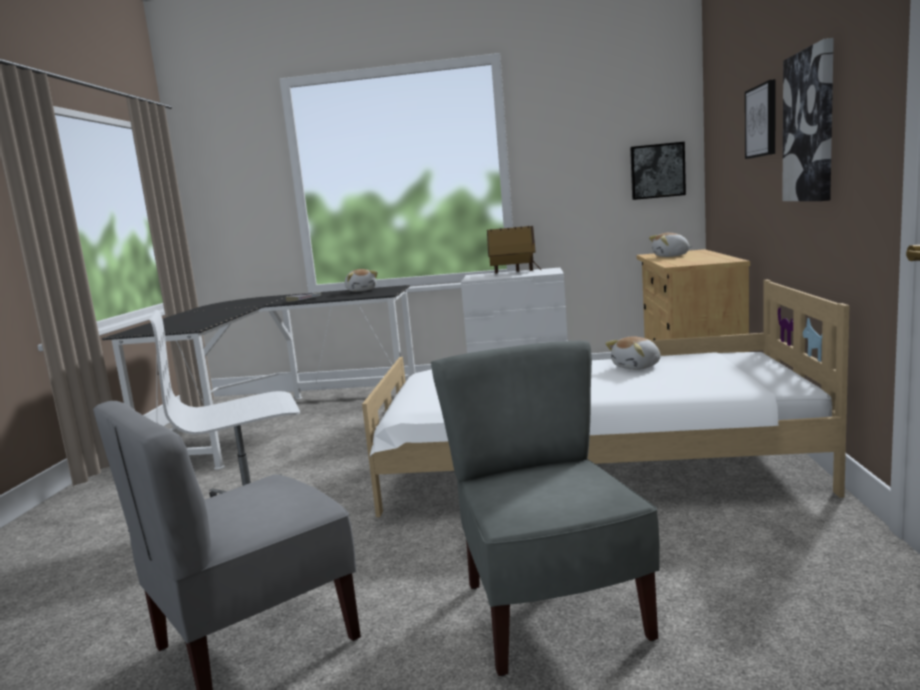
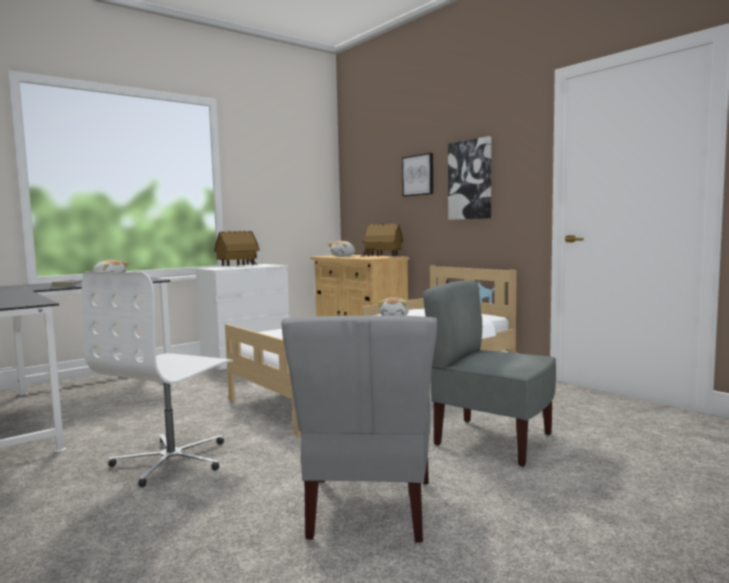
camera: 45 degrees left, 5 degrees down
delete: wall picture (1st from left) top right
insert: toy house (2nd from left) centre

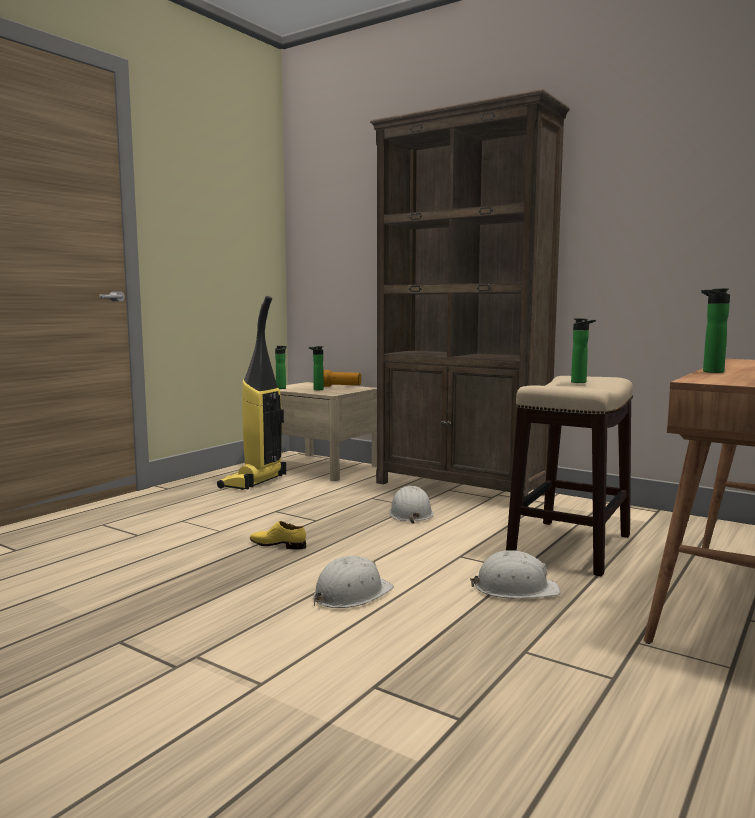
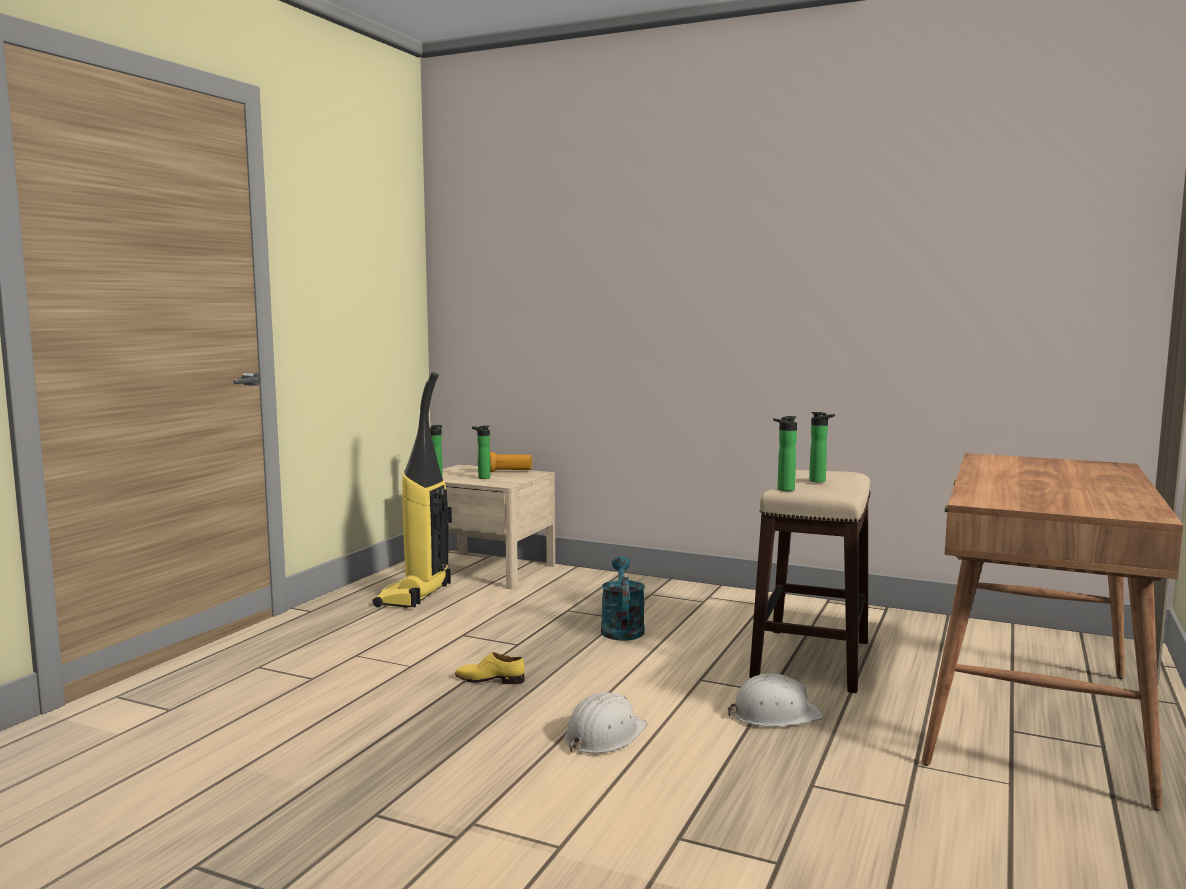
camera: 10 degrees left, 0 degrees up
delete: brown bookcase centre
move: beverage bottle (4th from left in the first image) middle right to beverage bottle (3rd from left) centre
replace: white-coloured hard hat (2nd from left) centre to turquoise-coloured watering can bottom centre

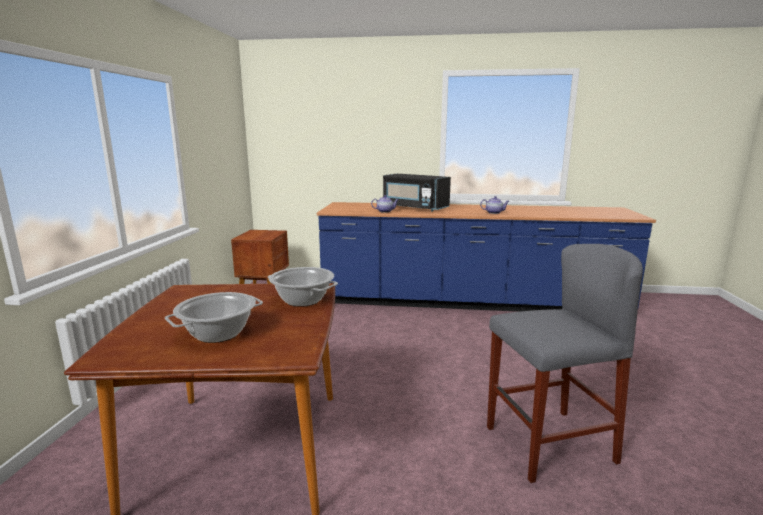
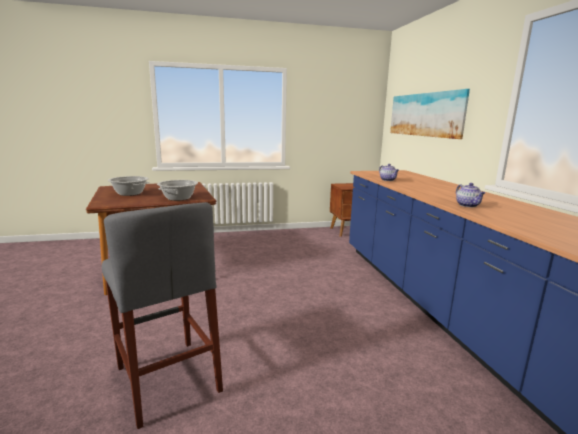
camera: 70 degrees right, 0 degrees up
delete: black-coloured kitchen microwave centre
insert: wall picture top right

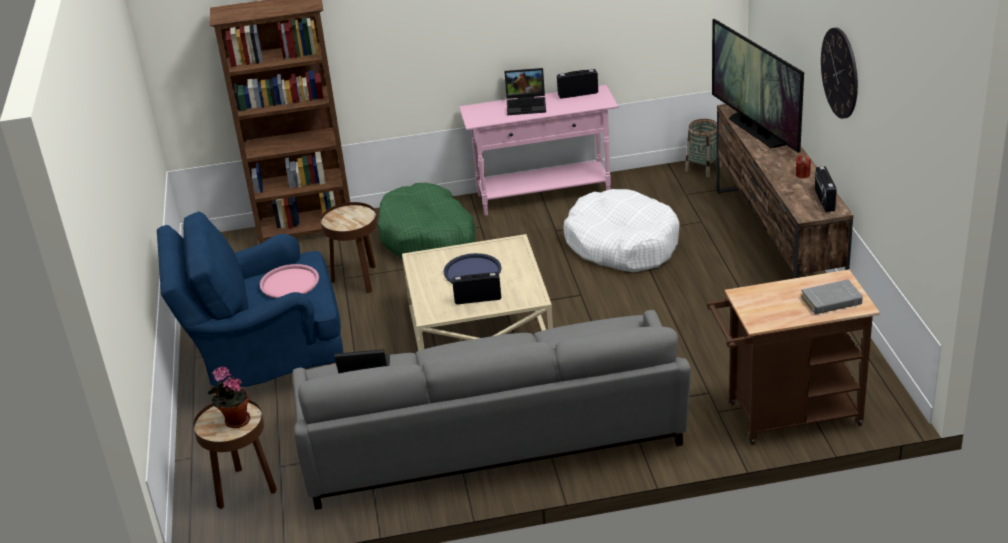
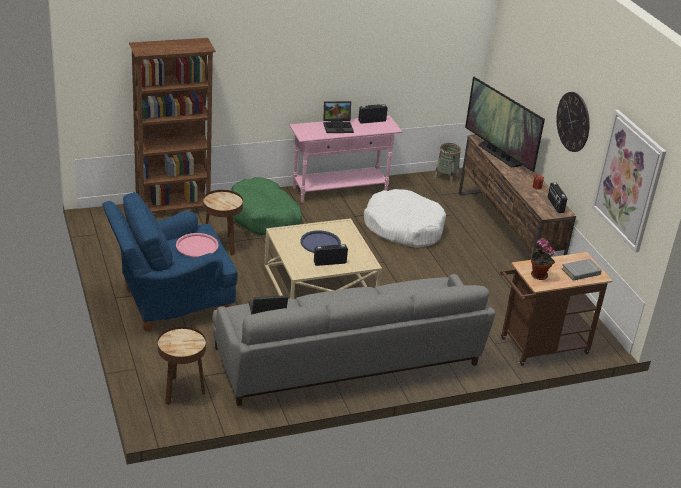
camera: 15 degrees left, 0 degrees up
insert: wall picture middle right
move: plant in a pot bottom left to middle right

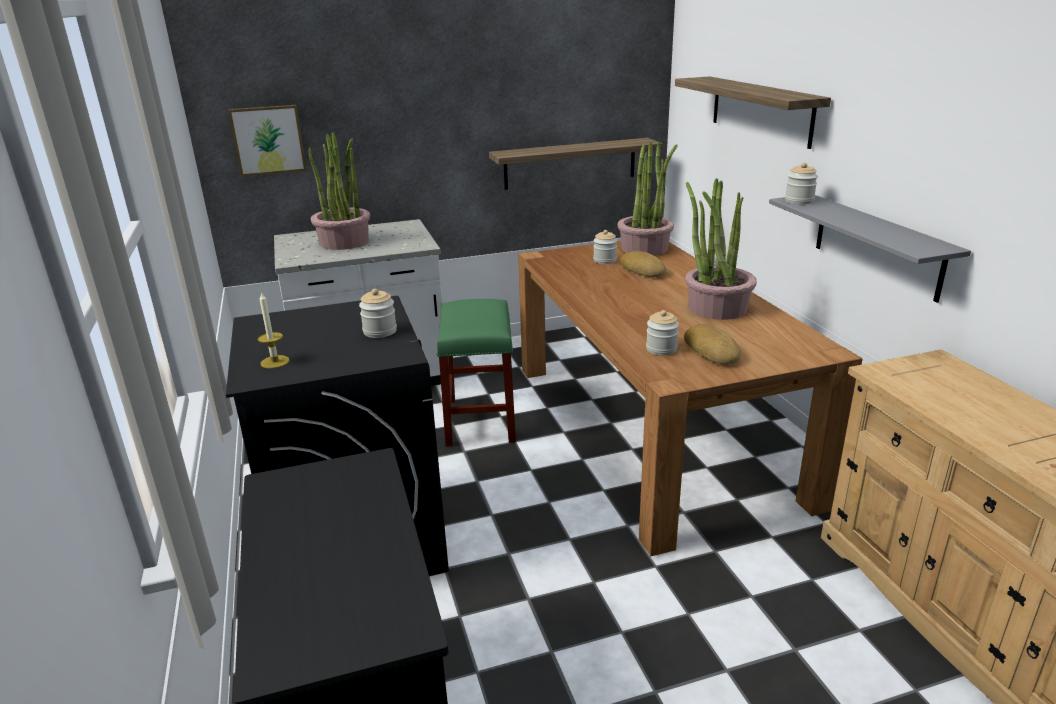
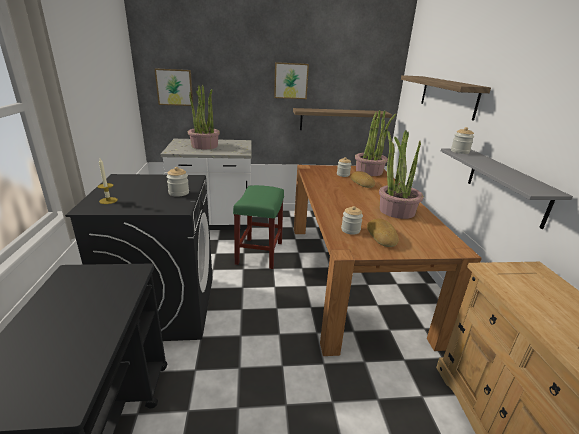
camera: 10 degrees right, 0 degrees up
insert: wall picture (2nd from left) top centre

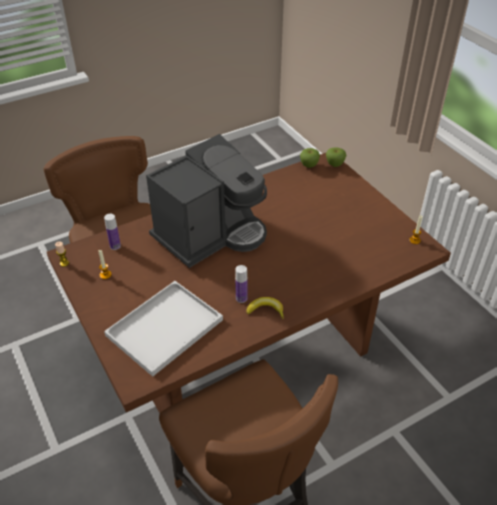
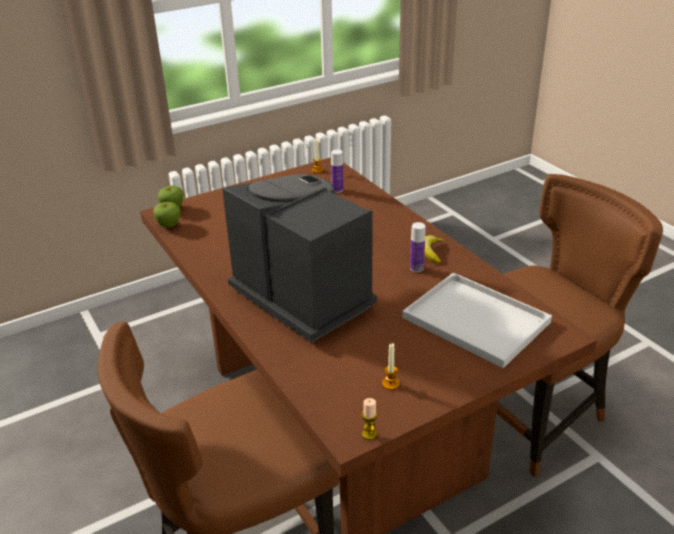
camera: 90 degrees left, 10 degrees down
move: beverage bottle (1st from left) middle left to top centre

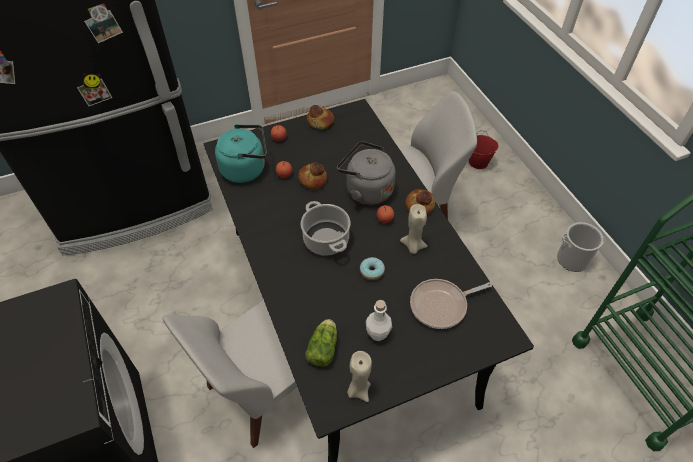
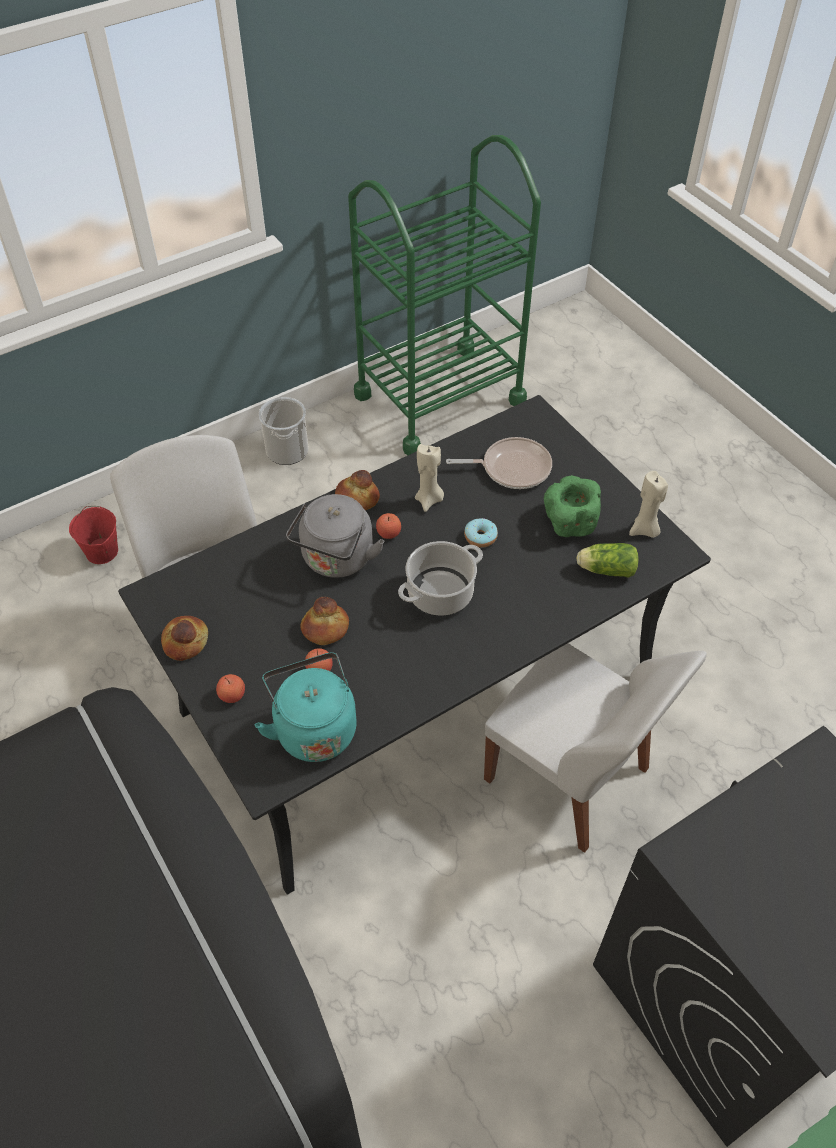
camera: 100 degrees left, 0 degrees up
replace: white-coloured beverage bottle bottom centre to greenish deep dish middle right
rotate: frying pan centre = centre 60 degrees counterclockwise

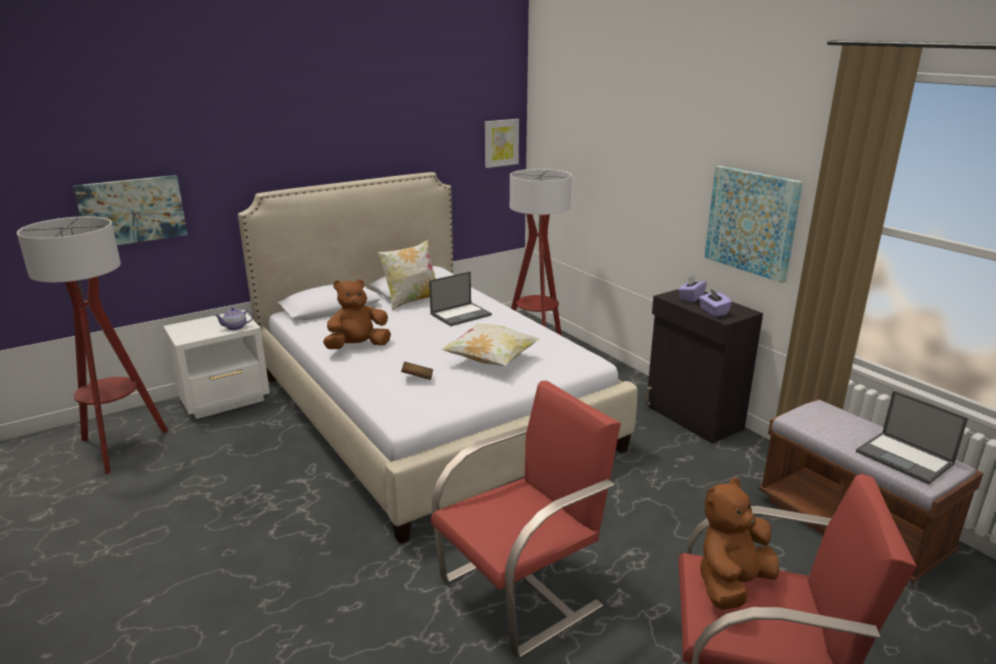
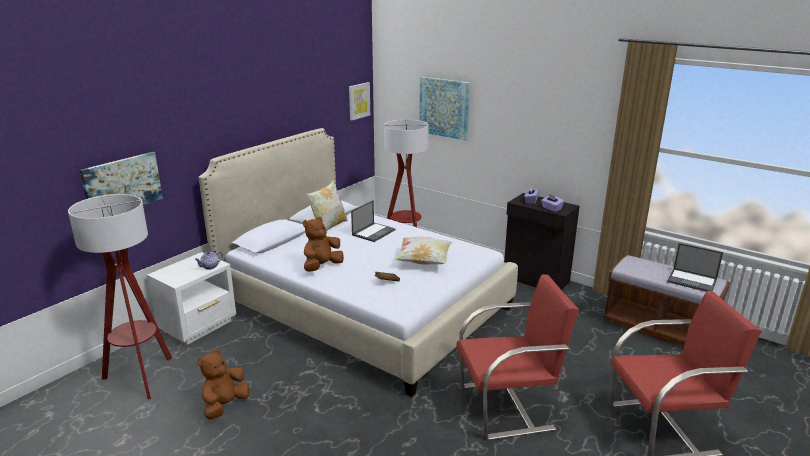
camera: 20 degrees left, 0 degrees up
move: wall picture (3rd from left) middle right to top centre; brown cuddly toy (2nd from left in the first image) bottom right to brown cuddly toy (1st from left) bottom left
rotate: reddish armchair (1st from left) bottom centre = bottom centre 45 degrees clockwise

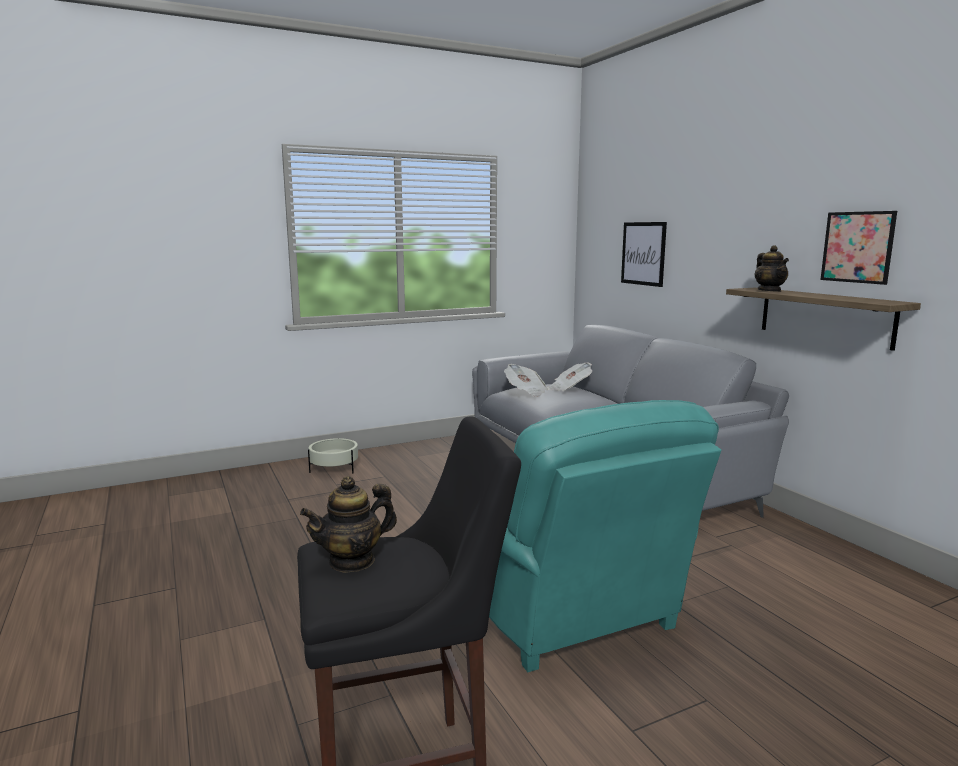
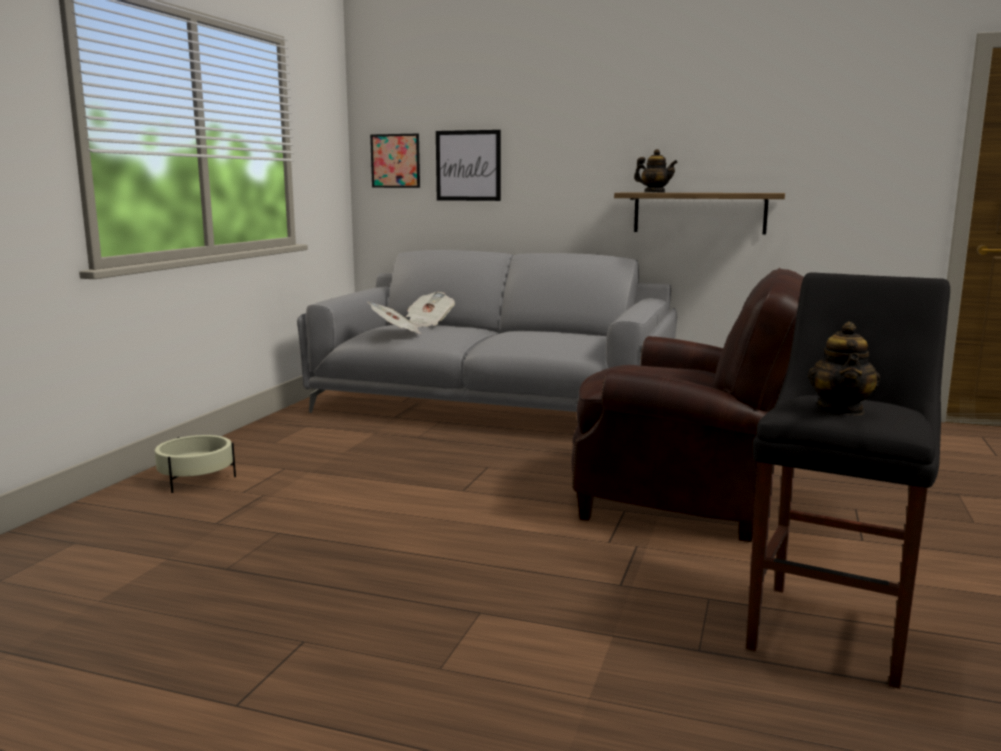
camera: 45 degrees left, 0 degrees up
move: wall picture (2nd from left in the first image) top right to wall picture (1st from left) top centre
recolor: turquoise-coloured armchair bottom centre to brown armchair middle right

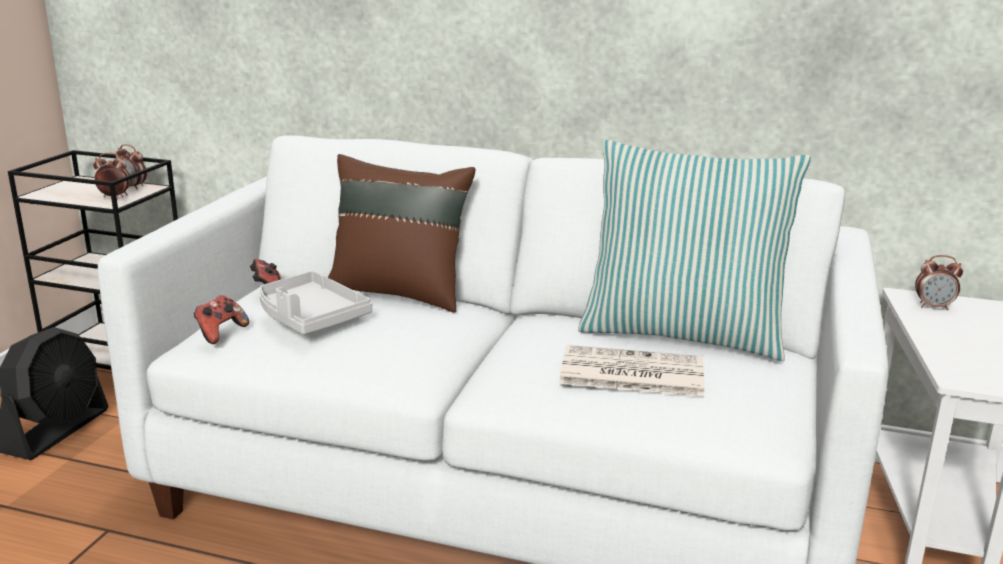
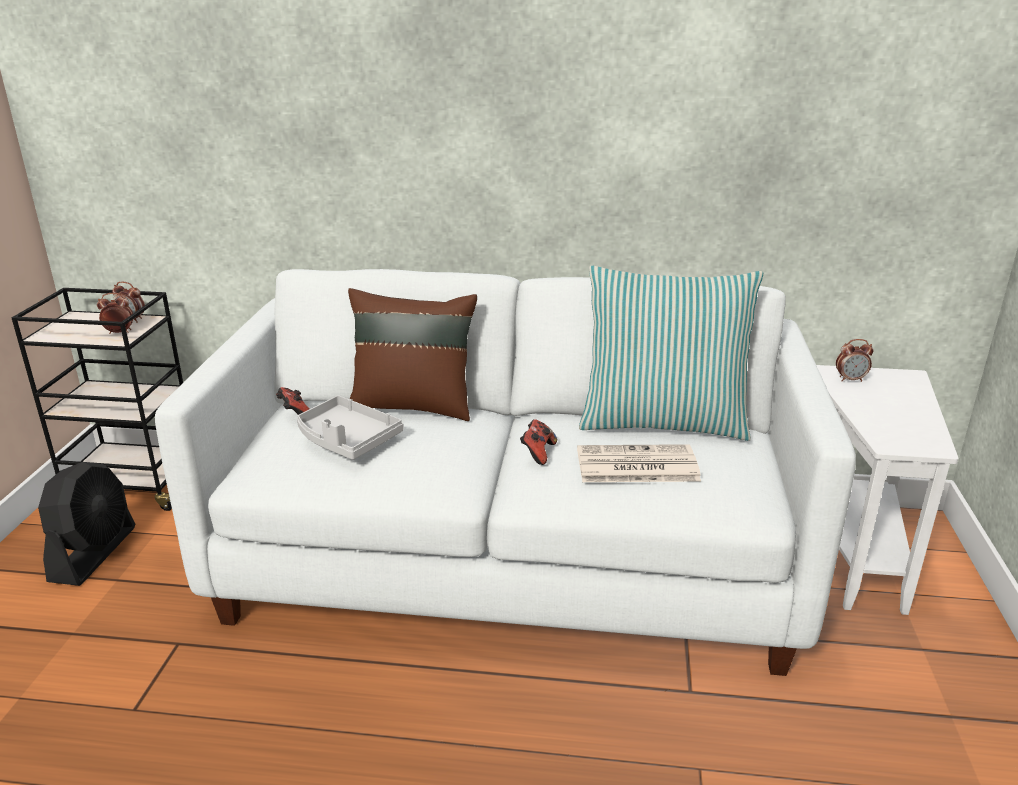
camera: 10 degrees left, 5 degrees up
move: joypad (1st from left in the first image) middle left to joypad (2nd from left) centre

